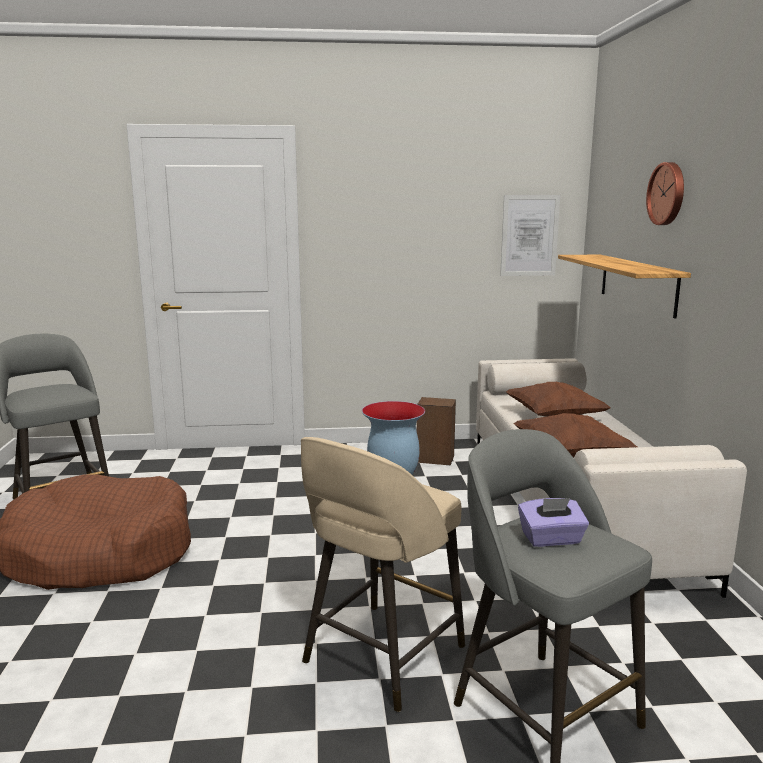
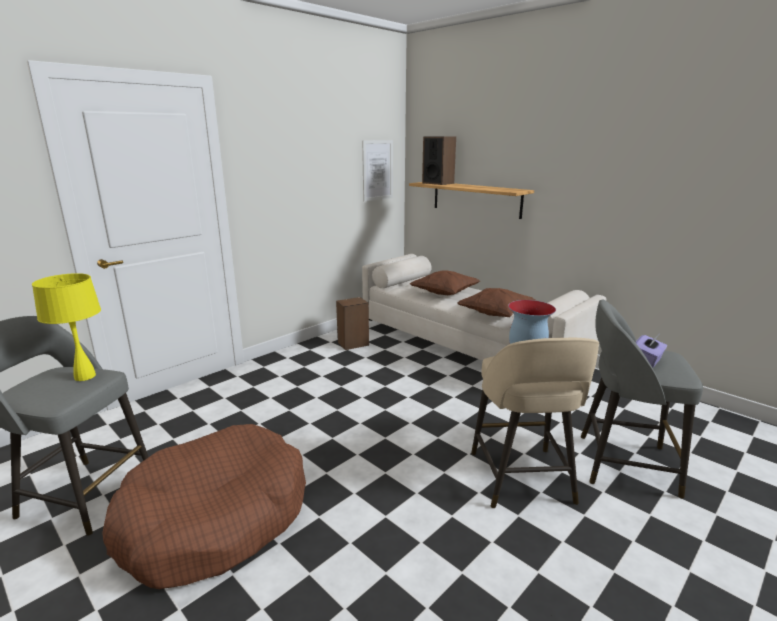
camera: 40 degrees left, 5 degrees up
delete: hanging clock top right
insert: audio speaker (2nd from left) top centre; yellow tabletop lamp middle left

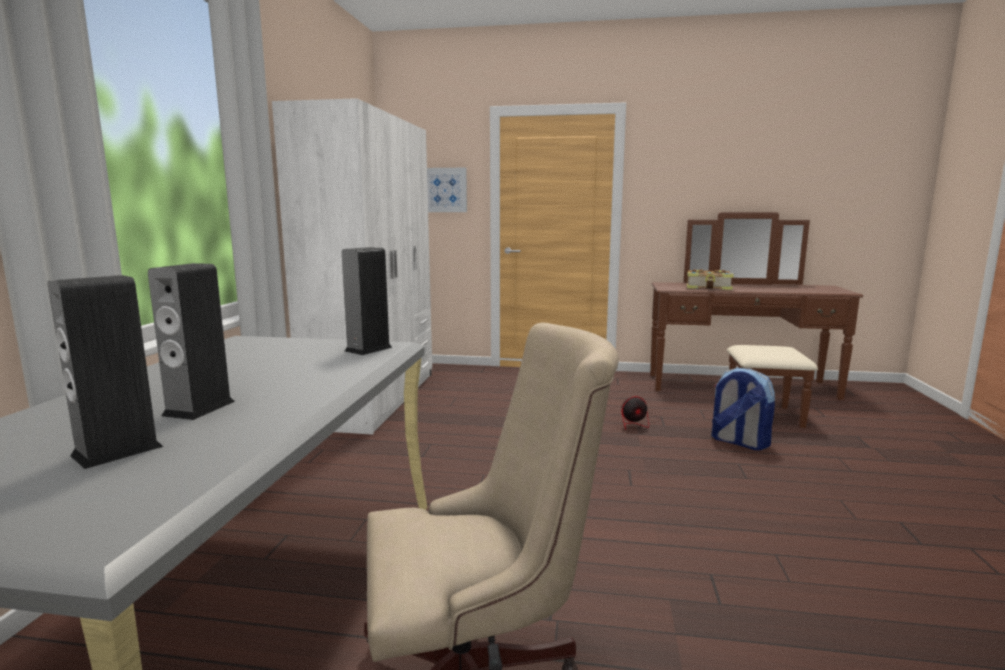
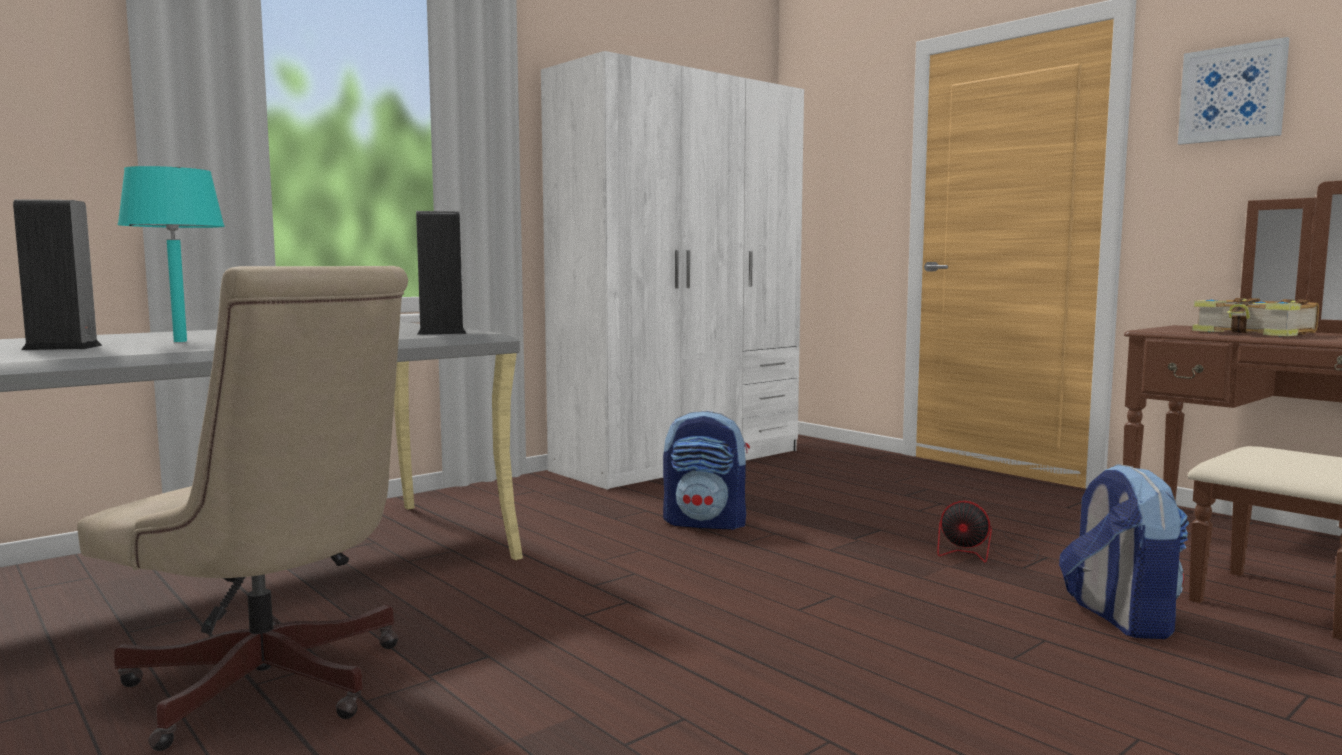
camera: 40 degrees right, 5 degrees down
insert: knapsack (1st from left) centre
move: wall picture top centre to top right
replace: audio speaker (2nd from left) middle left to turquoise-coloured tabletop lamp middle left

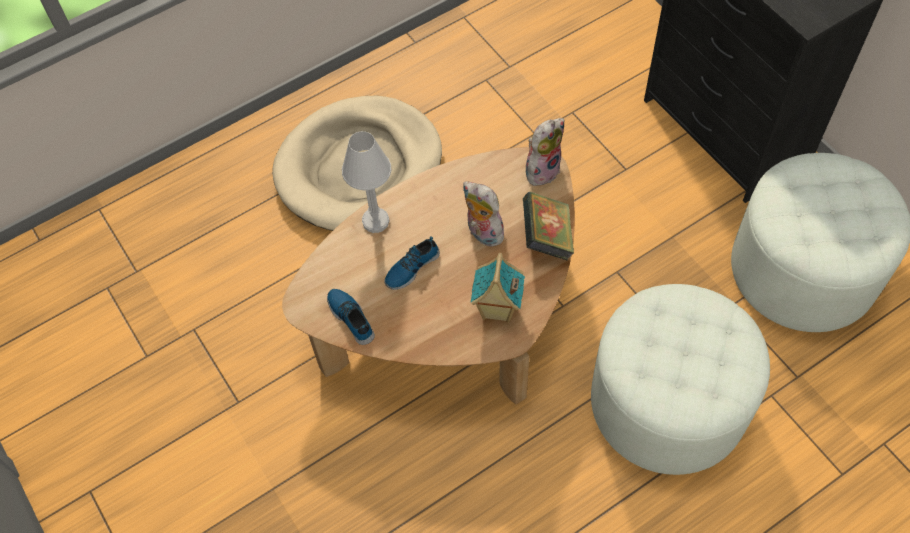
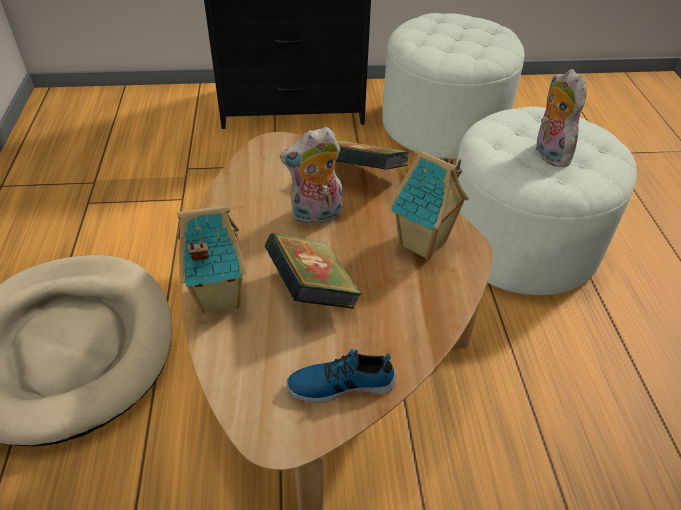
camera: 65 degrees left, 15 degrees down
move: cuddly toy (2nd from left) top centre to top right
replace: white-coloured tabletop lamp centre to toy house (1st from left) middle left; shoe (2nd from left) centre to volume (1st from left) centre

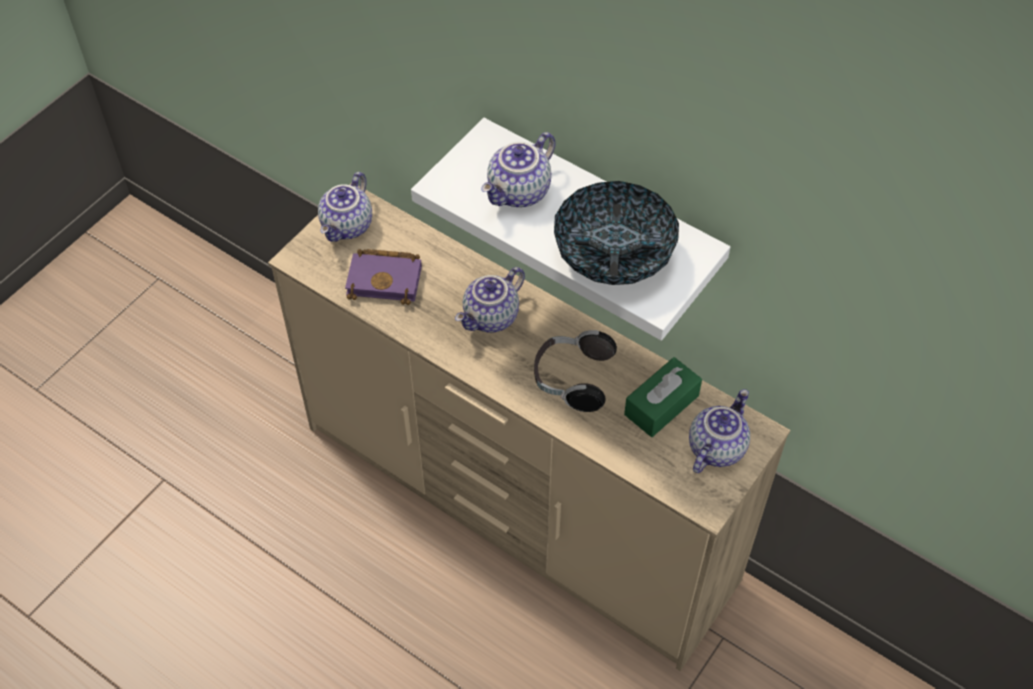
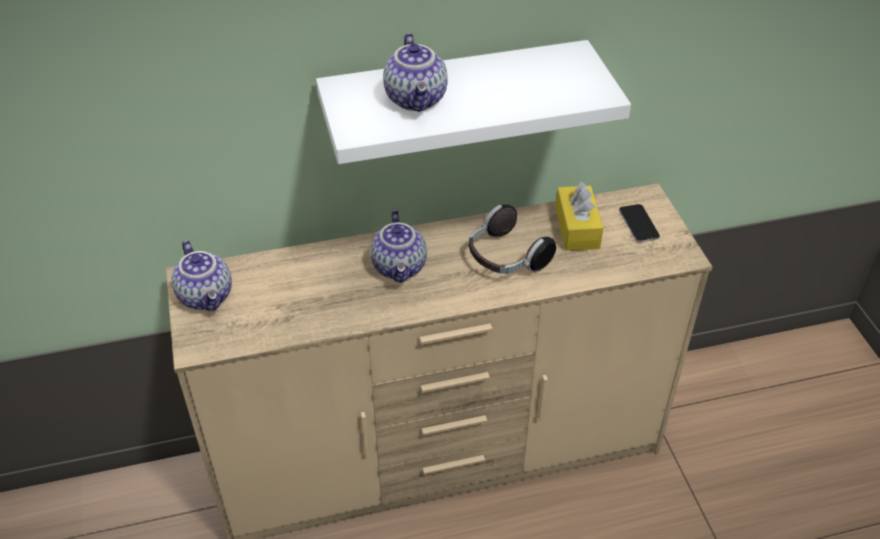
camera: 50 degrees left, 10 degrees down
delete: deep dish centre; purplish volume centre
replace: pot for tea (4th from left) middle right to phone middle right
recolor: greenish tissue holder centre to yellow tissue holder centre

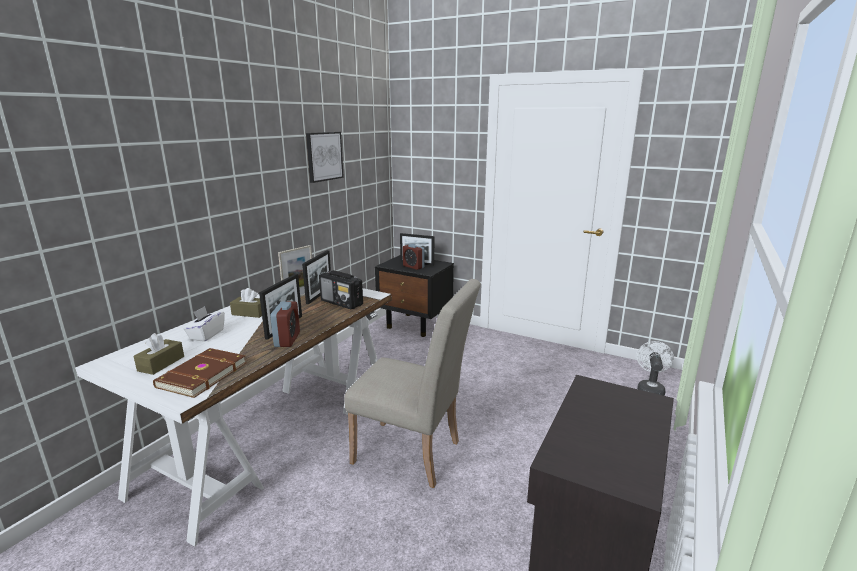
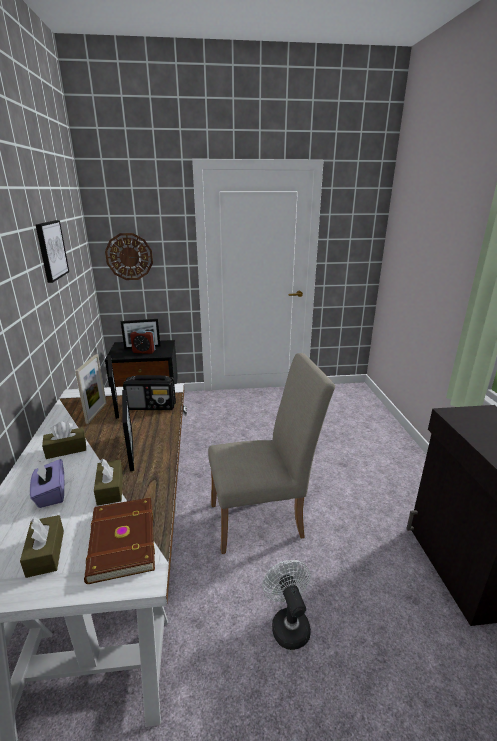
camera: 35 degrees left, 5 degrees up
delete: alarm clock (1st from left) middle left
insert: hanging clock middle left; brown tissue holder (3rd from left) middle left
move: white-coloured cooling fan middle right to bottom centre
recolor: white-coloured tissue holder middle left to purplish tissue holder middle left

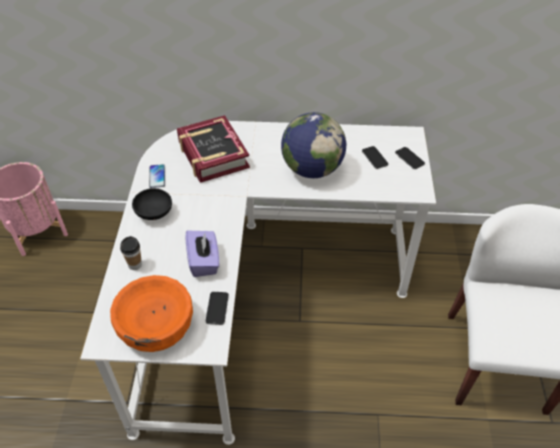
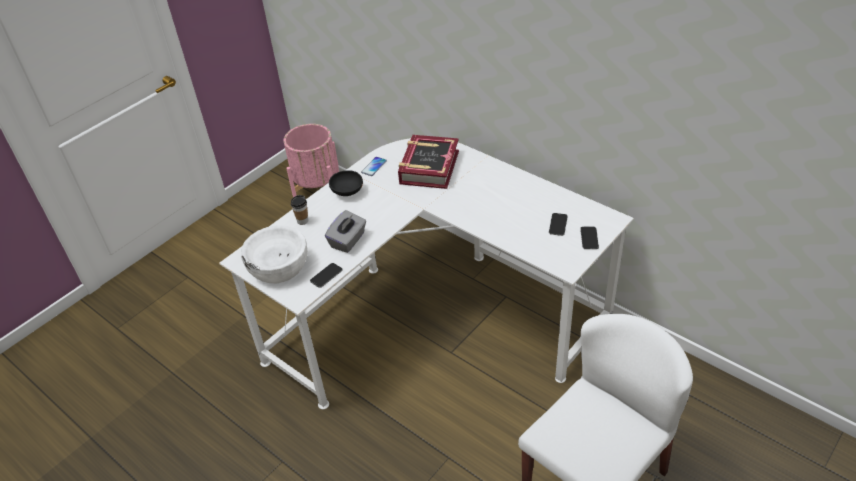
camera: 40 degrees right, 5 degrees down
delete: world globe top centre
recolor: purplish tissue holder centre to greyish tissue holder centre; orange-coloured deep dish bottom left to white-coloured deep dish middle left

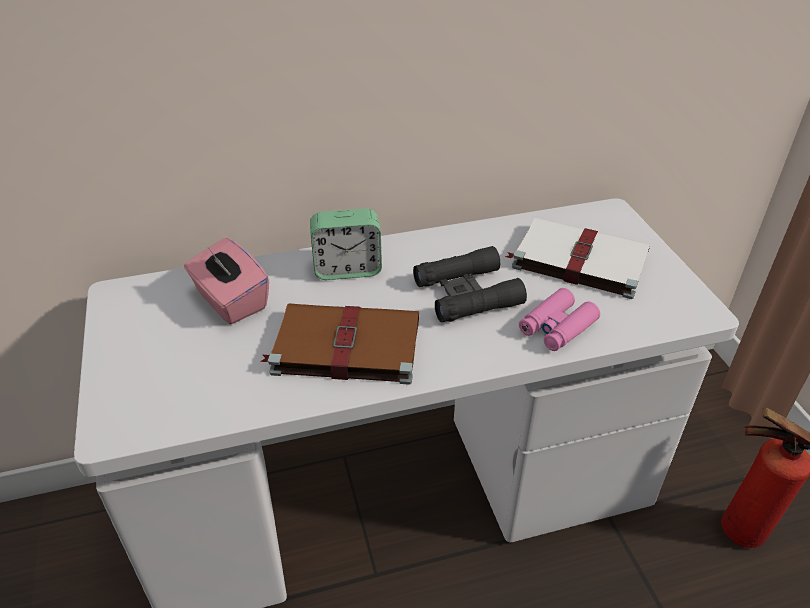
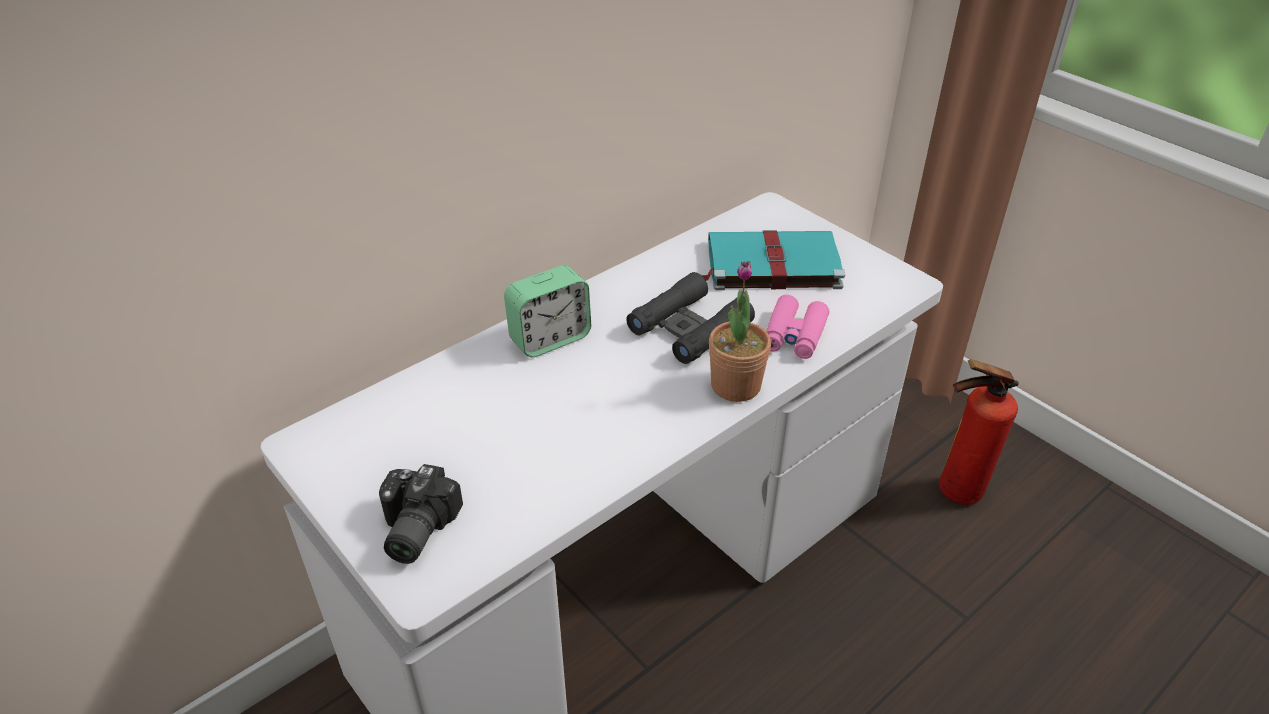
camera: 25 degrees left, 0 degrees up
delete: pinkish tissue holder middle left; brown volume centre
insert: plant in a pot centre; photo camera bottom left
recolor: white-coloured volume middle right to turquoise-coloured volume centre

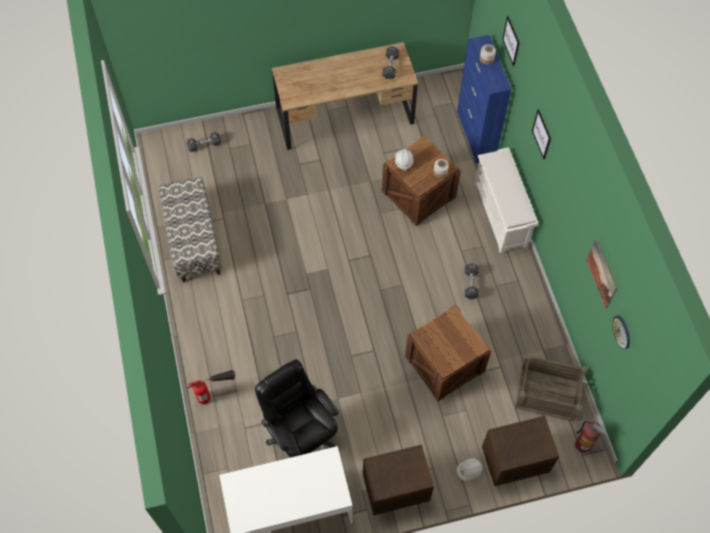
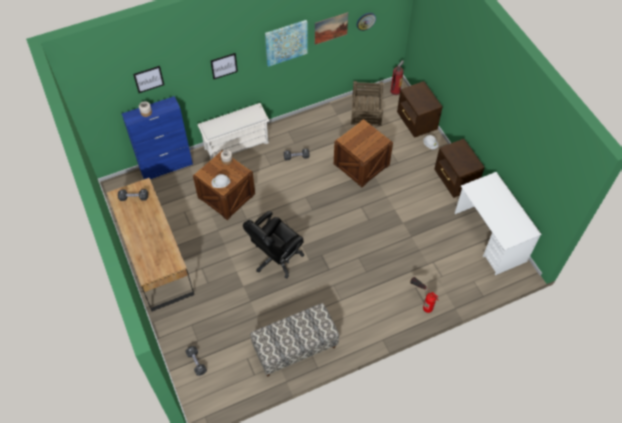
camera: 100 degrees left, 5 degrees down
insert: wall picture (3rd from left) top centre
move: black-coloured desk chair bottom centre to centre

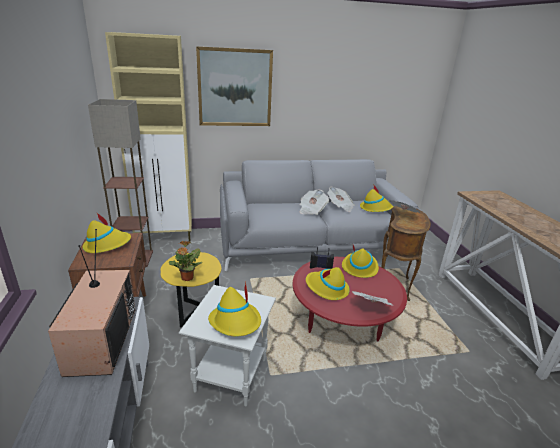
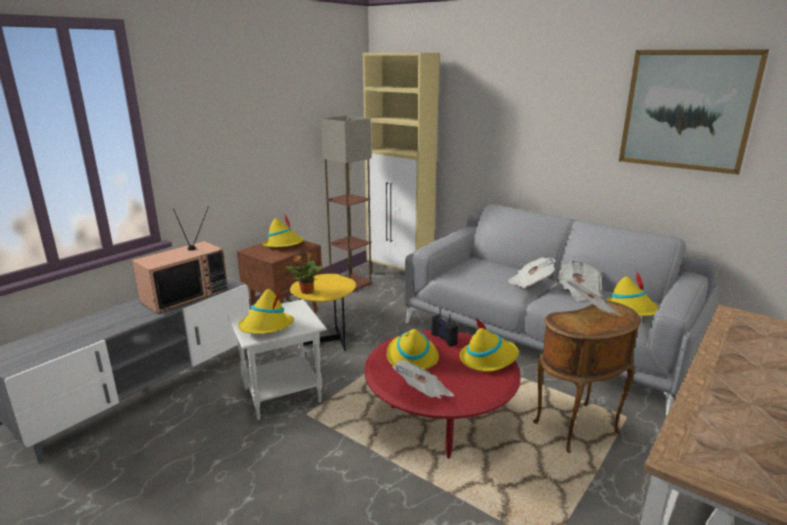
camera: 50 degrees right, 5 degrees down
move: wall picture top centre to top right

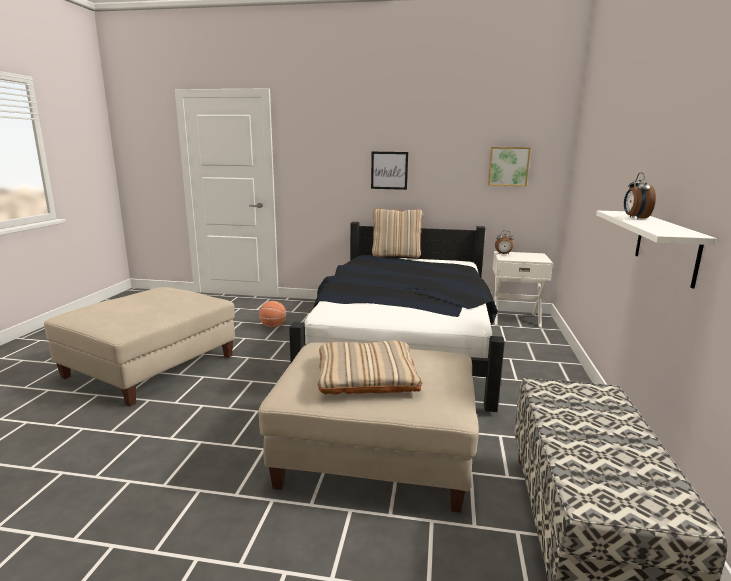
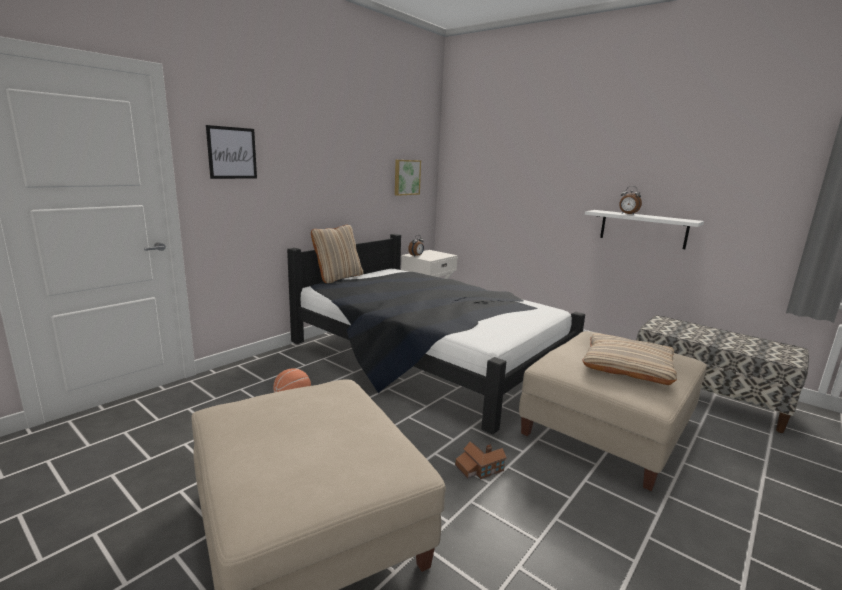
camera: 60 degrees left, 0 degrees up
insert: toy house bottom centre
move: wall picture (1st from left) top centre to top left

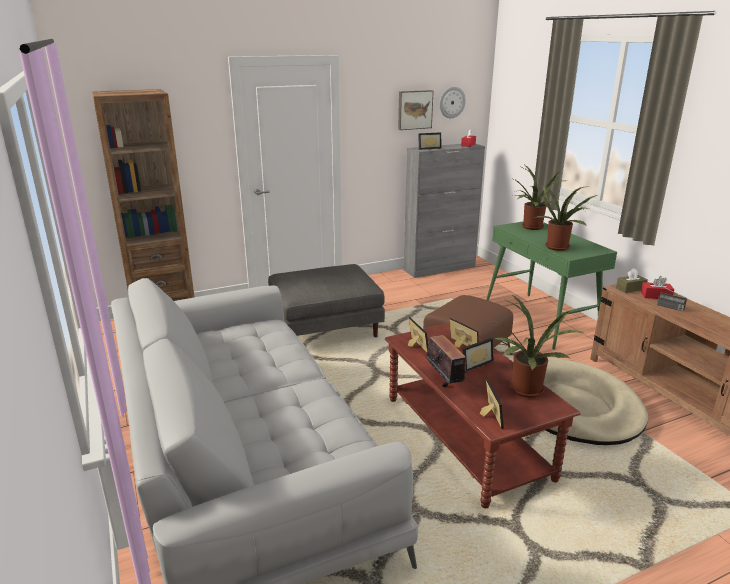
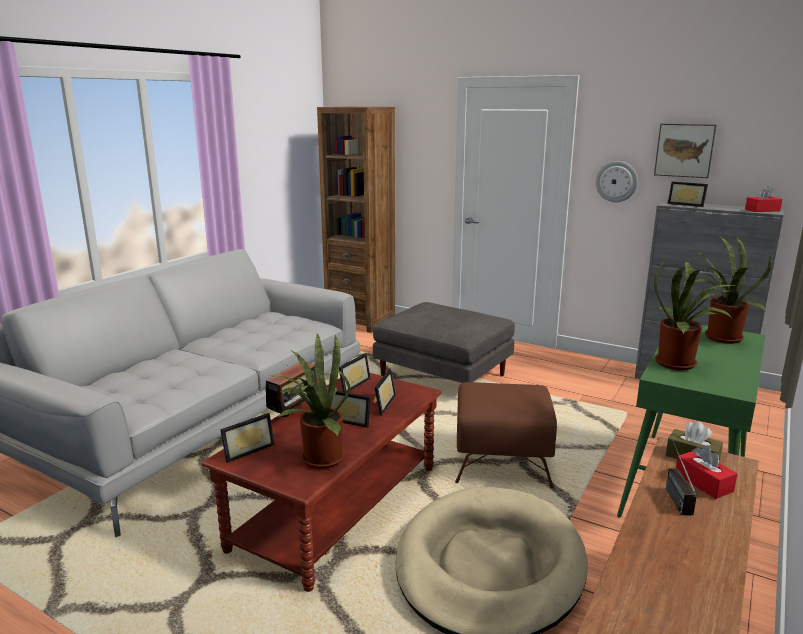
camera: 55 degrees right, 5 degrees down
move: hanging clock top centre to top right

